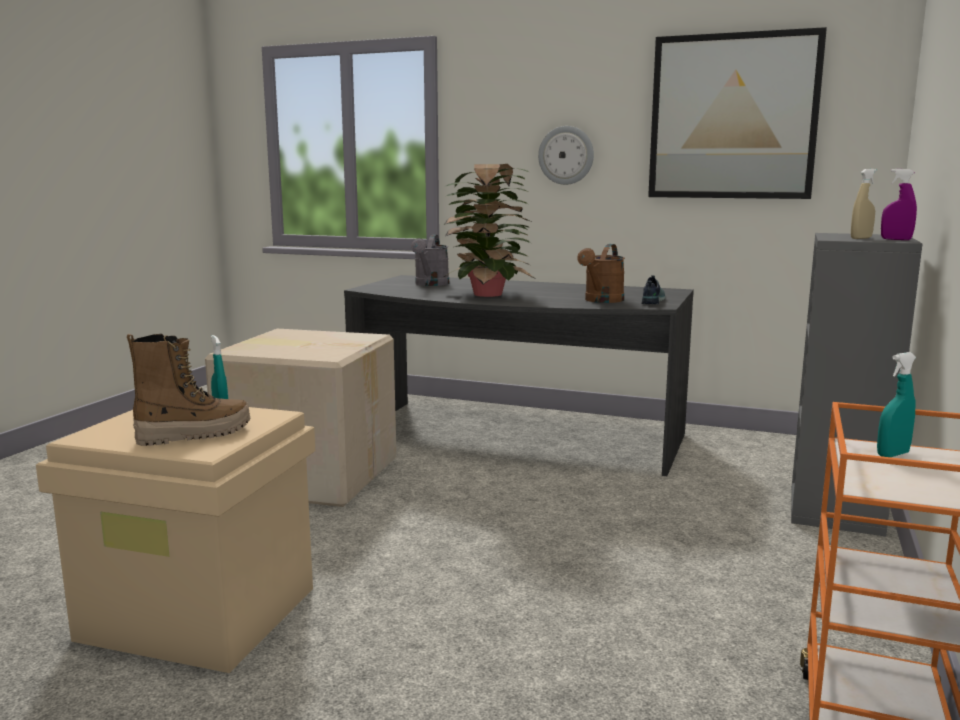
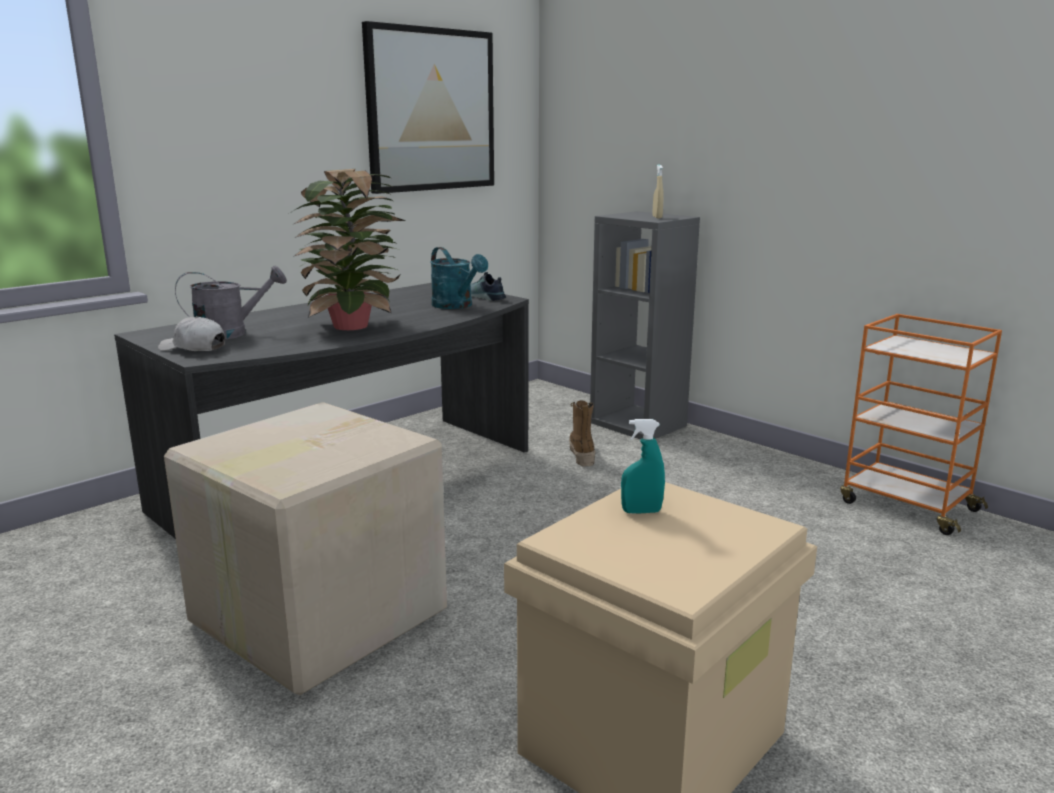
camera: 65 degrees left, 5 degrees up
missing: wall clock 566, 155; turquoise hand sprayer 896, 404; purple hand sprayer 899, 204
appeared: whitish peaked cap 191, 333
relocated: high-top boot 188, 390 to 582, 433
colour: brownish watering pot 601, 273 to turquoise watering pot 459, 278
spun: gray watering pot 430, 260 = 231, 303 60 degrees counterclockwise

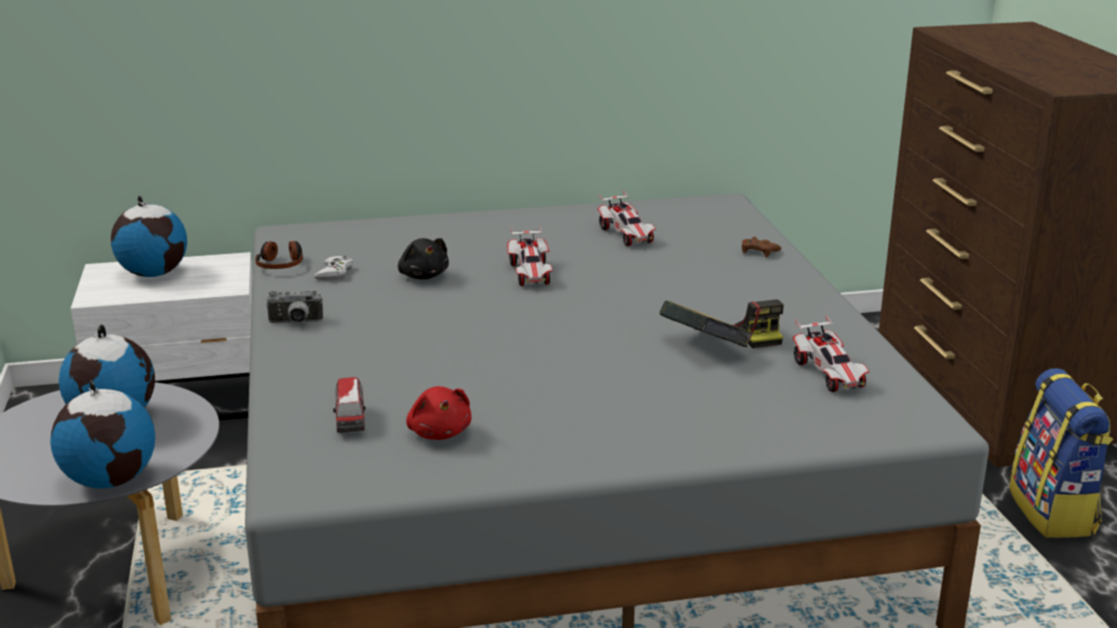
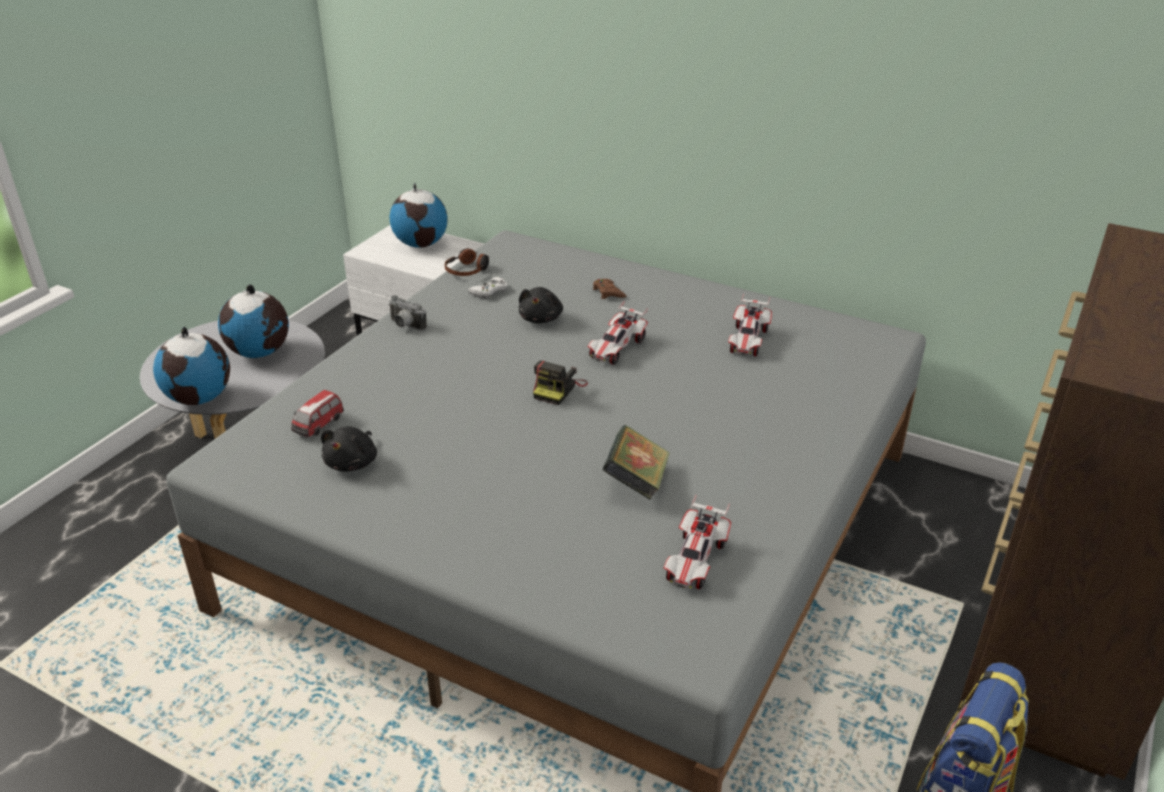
camera: 40 degrees right, 10 degrees up
relocated: still camera 758, 323 to 560, 383; brownish joypad 761, 247 to 609, 289
colour: red-coloured plush toy 438, 413 to black plush toy 349, 449

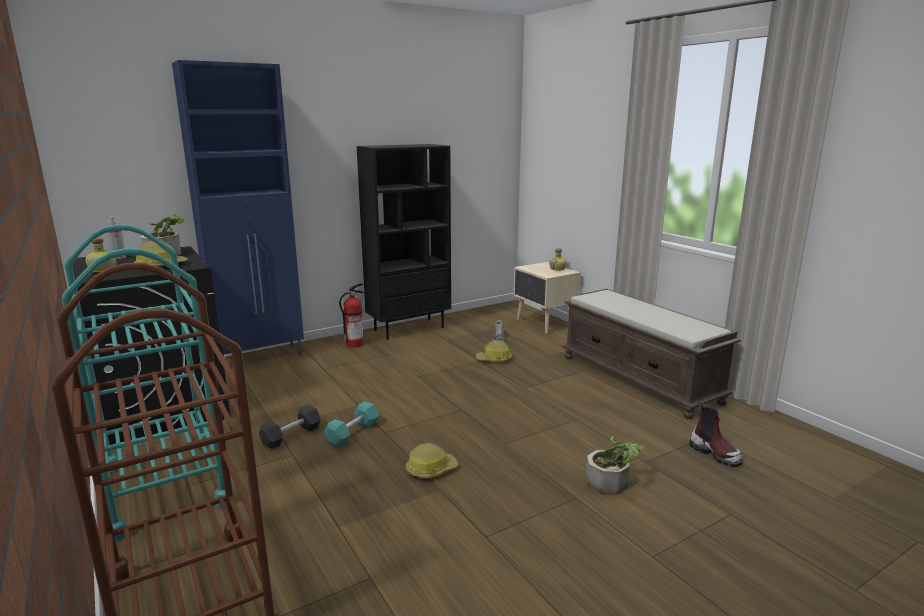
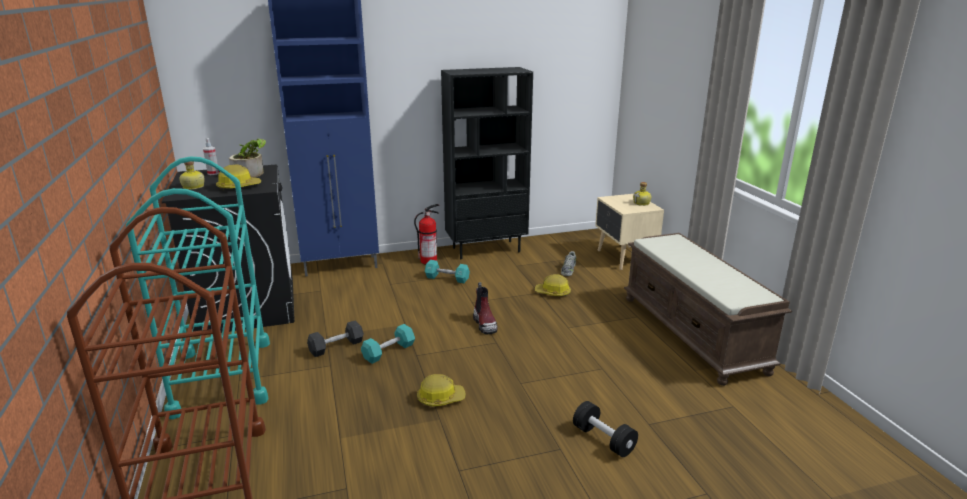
camera: 15 degrees right, 5 degrees up
appeared: turquoise hand weight 447, 271
relocated: high-top boot 716, 434 to 485, 308
exchanged: potted plant 615, 465 to black hand weight 605, 429

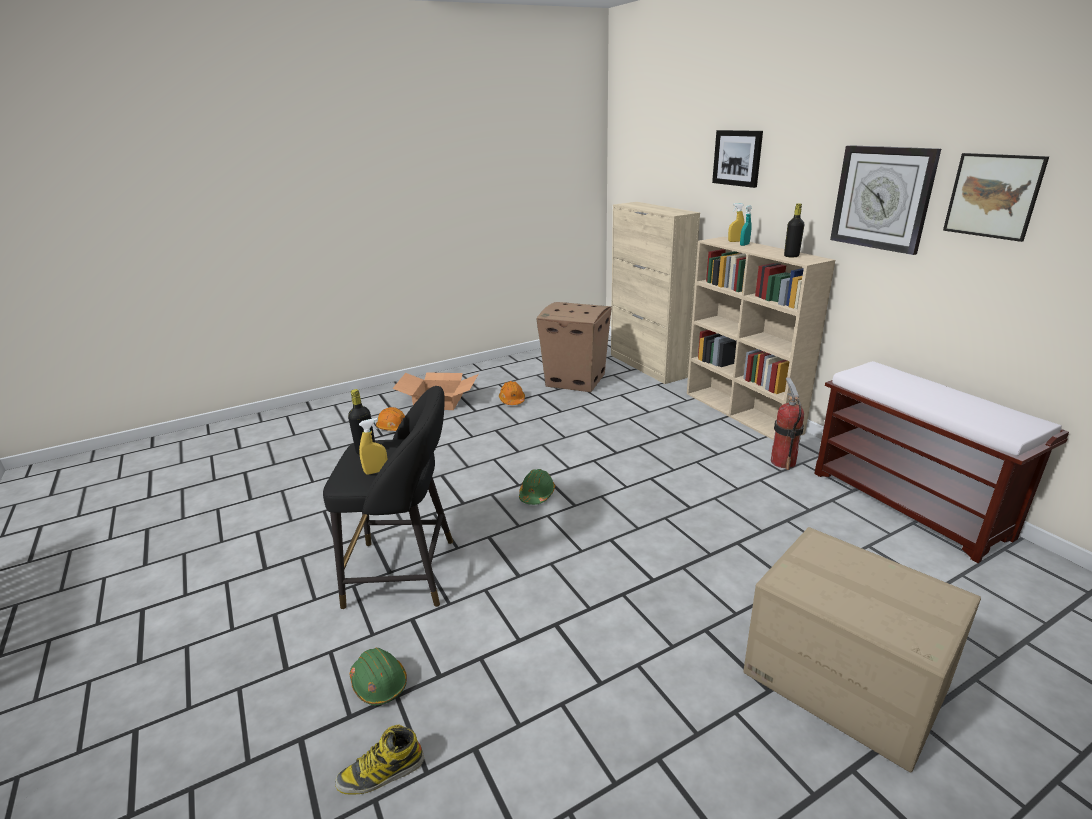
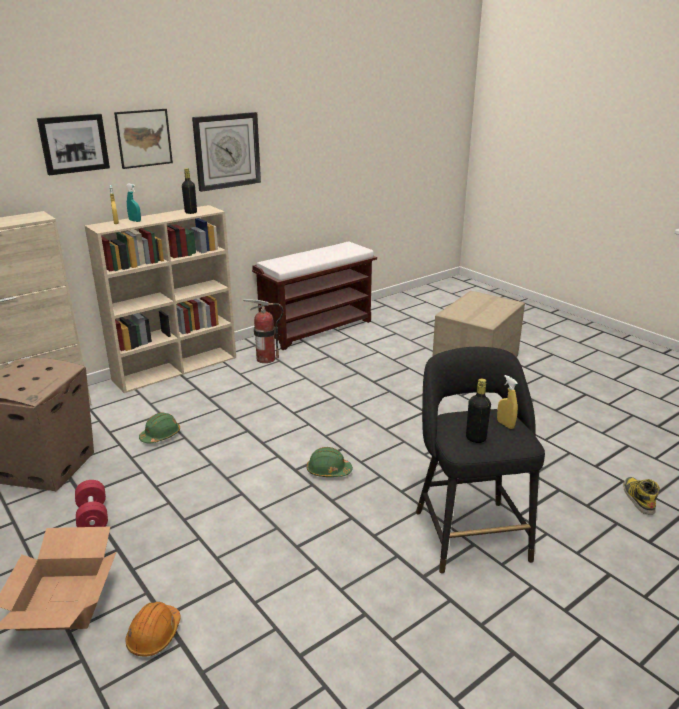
camera: 100 degrees left, 0 degrees up
relocated: green safety helmet 378, 676 to 159, 427; picture 996, 197 to 143, 139
exchanged: orange-coloured safety helmet 512, 393 to red-coloured hand weight 91, 503
spun: high-top boot 379, 759 = 641, 496 150 degrees counterclockwise

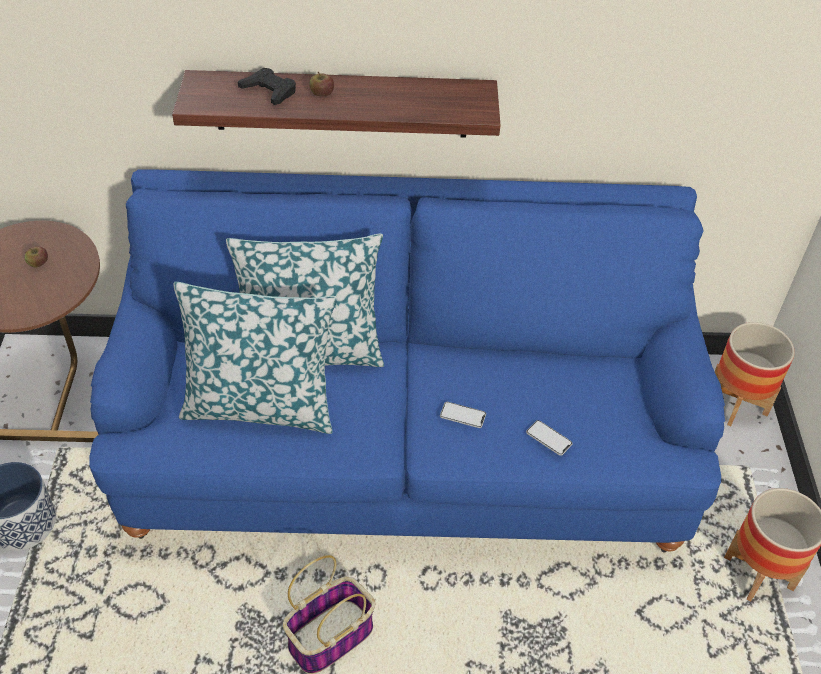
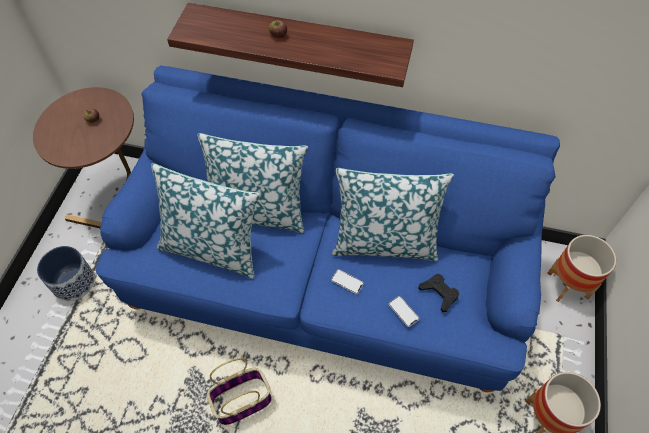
camera: 15 degrees right, 10 degrees up
appeared: throw pillow 393, 214
relocated: black joypad 267, 86 to 438, 293

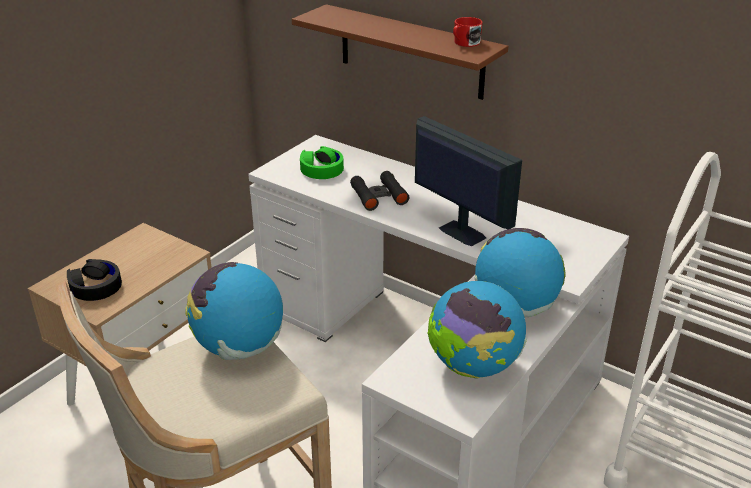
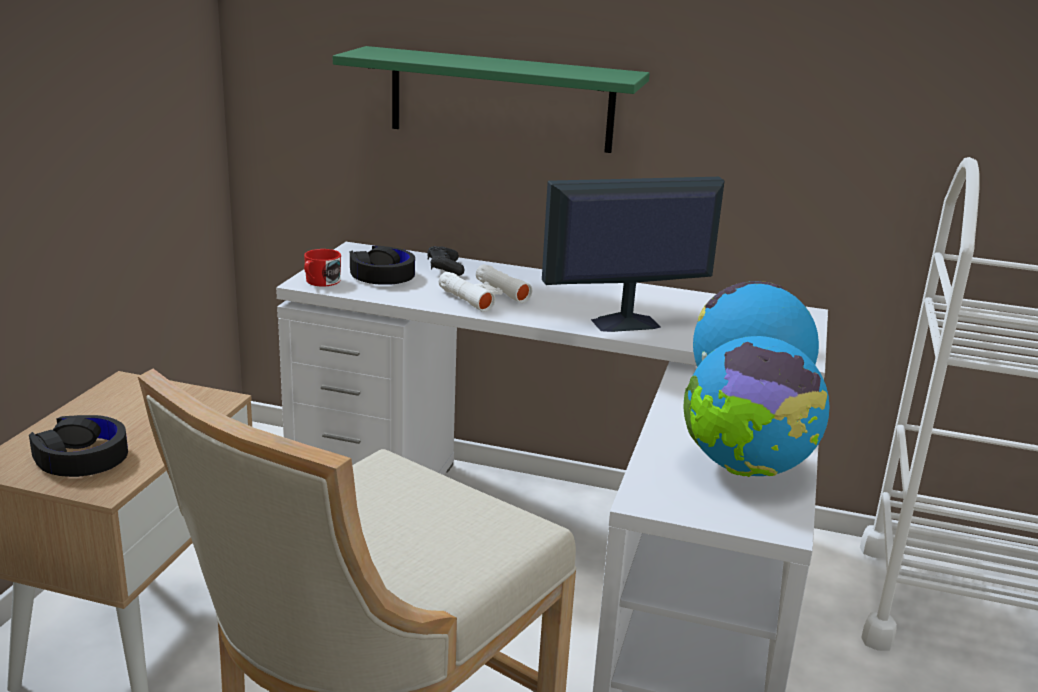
camera: 20 degrees left, 10 degrees down
missing: desk globe 234, 311
appeared: black joypad 446, 261
relocated: red-coloured coffee mug 468, 32 to 322, 267
colour: brownish shelf 400, 52 to green shelf 491, 99; green headphones 322, 162 to black headphones 382, 265; black pair of binoculars 379, 191 to whitish pair of binoculars 485, 288
spun: monitor 468, 181 = 633, 254 45 degrees counterclockwise

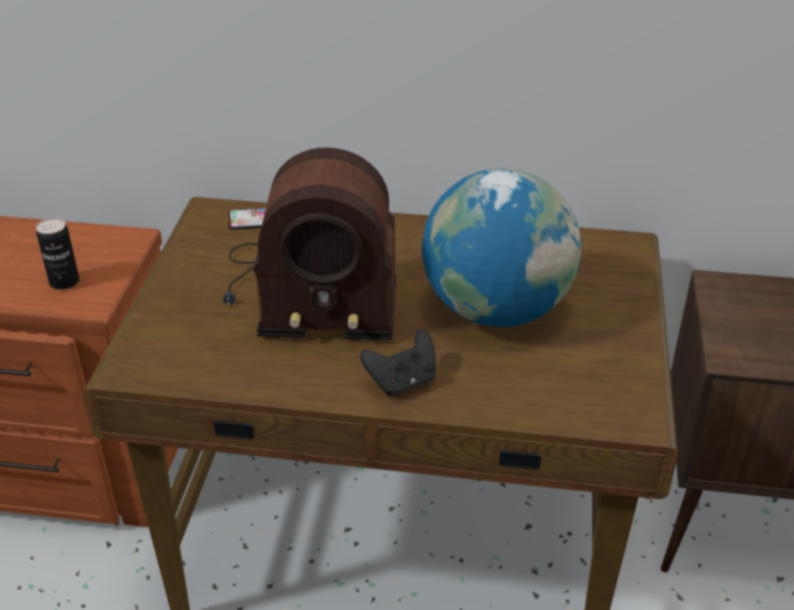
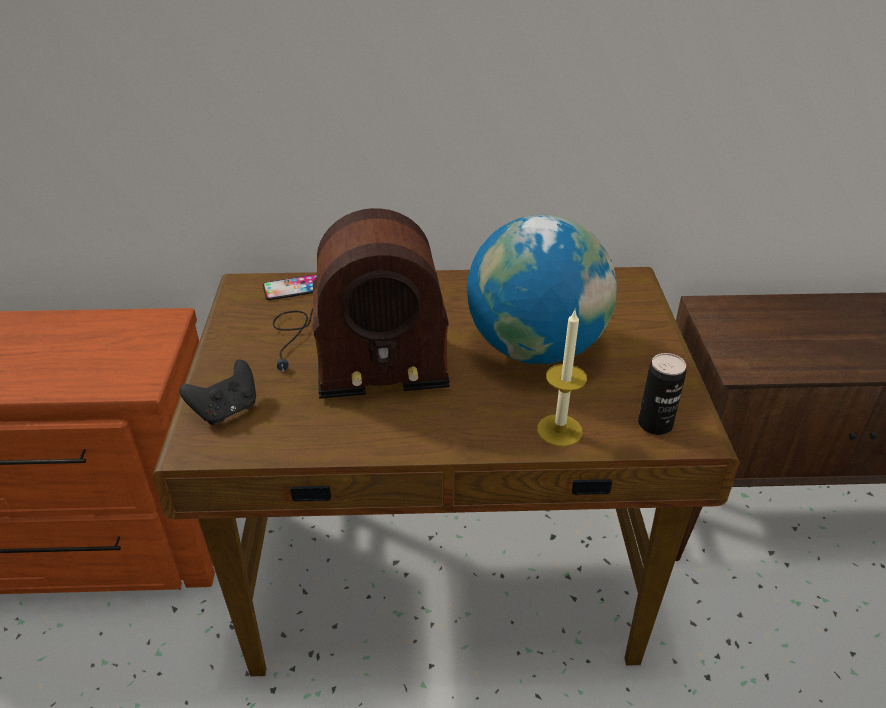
camera: 10 degrees left, 0 degrees up
appeared: wax candle 562, 378
relocated: metal can 57, 254 to 662, 394; black joypad 398, 362 to 217, 392

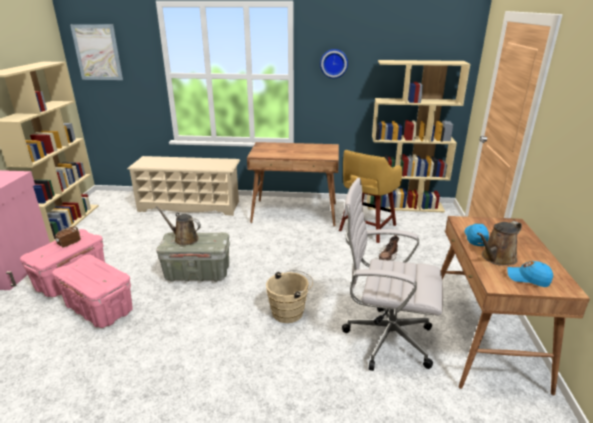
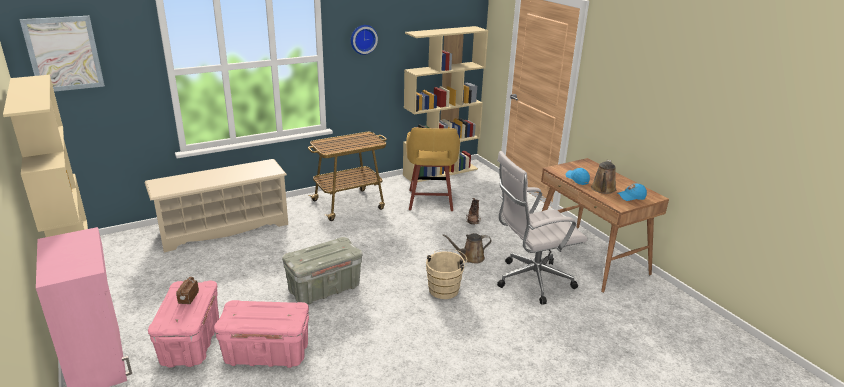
camera: 35 degrees left, 0 degrees up
relocated: brownish watering pot 178, 225 to 467, 248
exchanged: brownish desk unit 293, 184 to trolley 347, 176

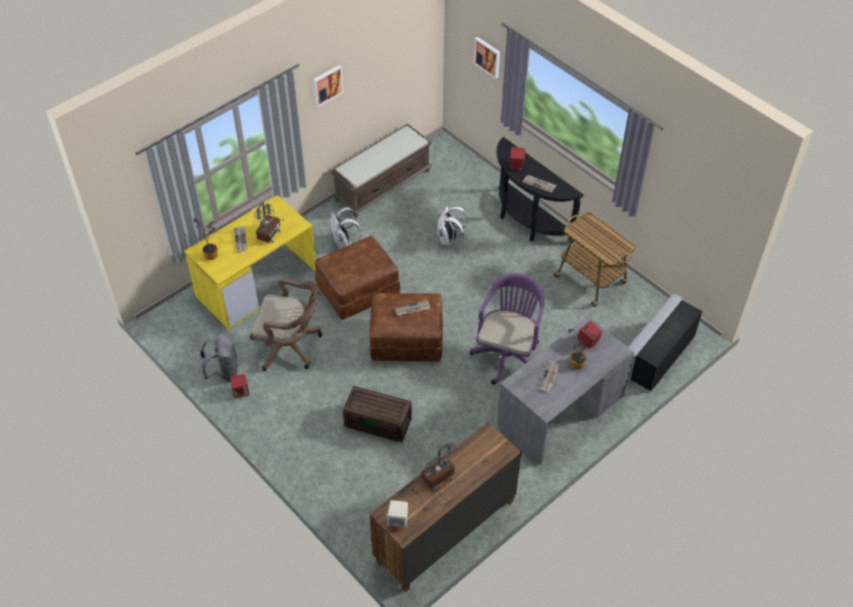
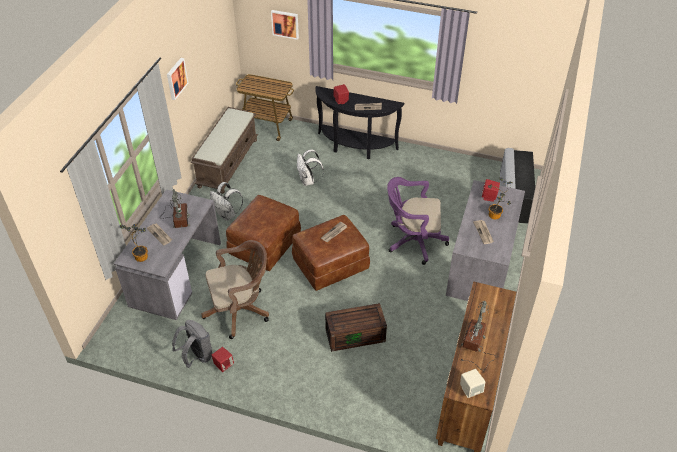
camera: 30 degrees left, 5 degrees down
relocated: trolley 594, 259 to 265, 107
colour: yellow desk unit 250, 262 to gray desk unit 167, 254
spun: purple office chair 507, 328 = 418, 221 75 degrees counterclockwise

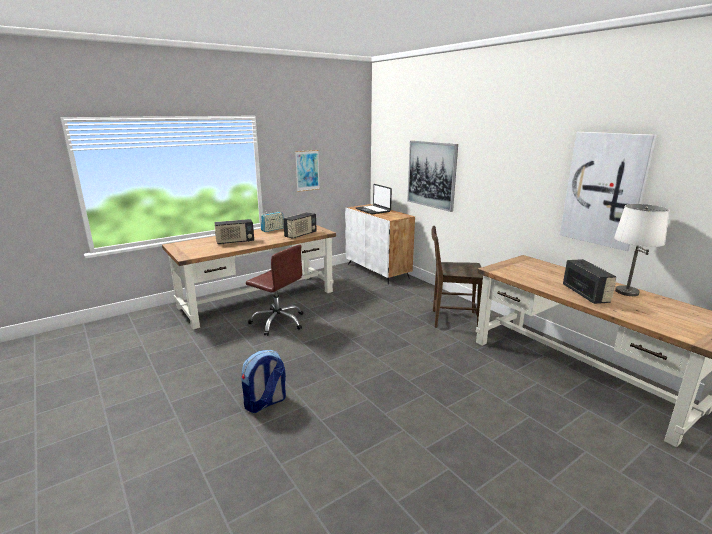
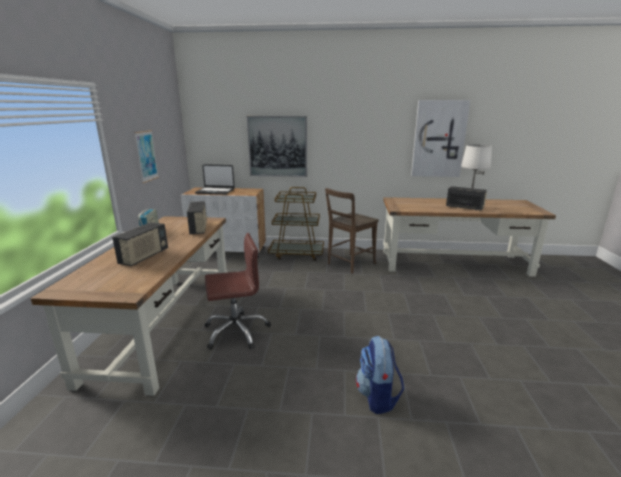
camera: 50 degrees left, 0 degrees up
appeared: brownish trolley 296, 224

